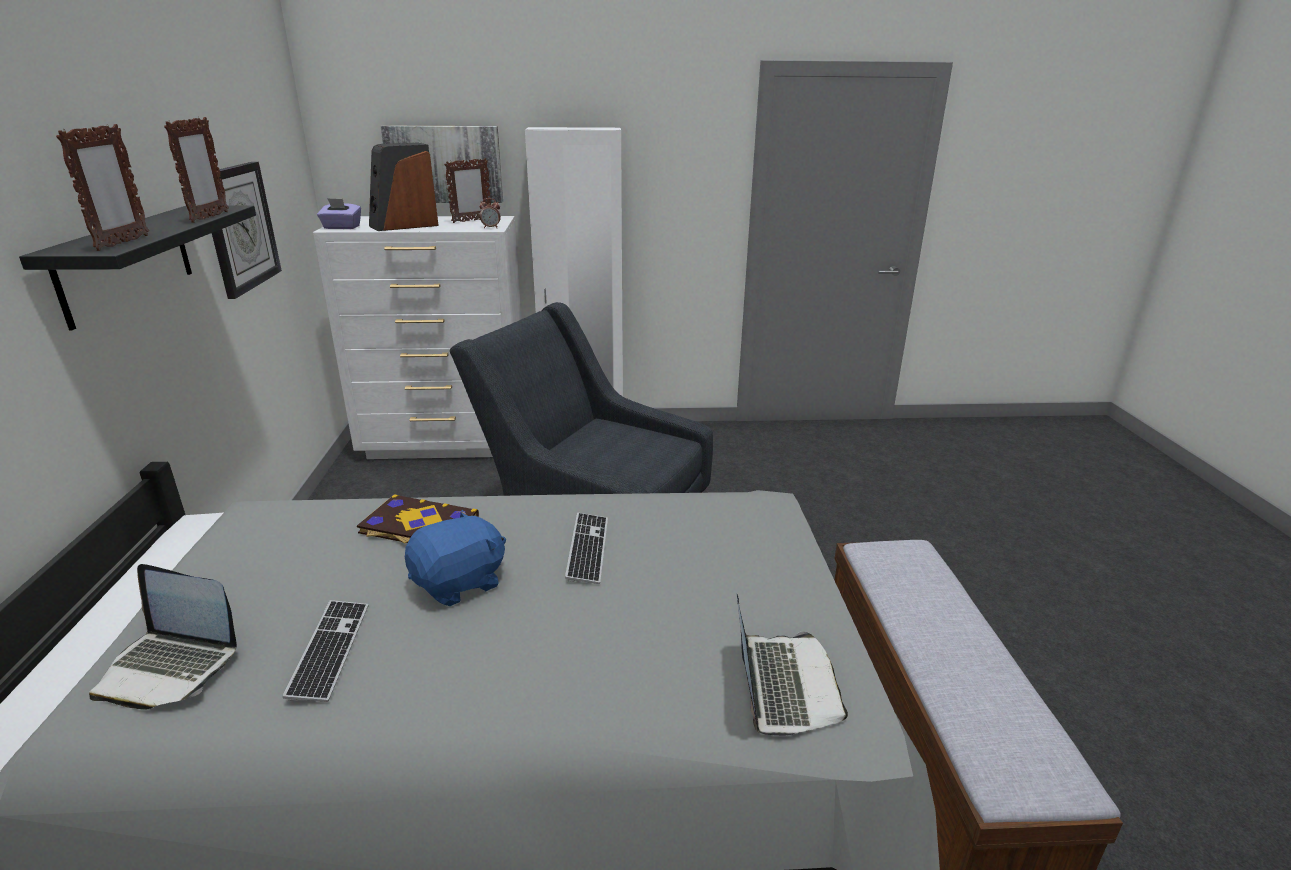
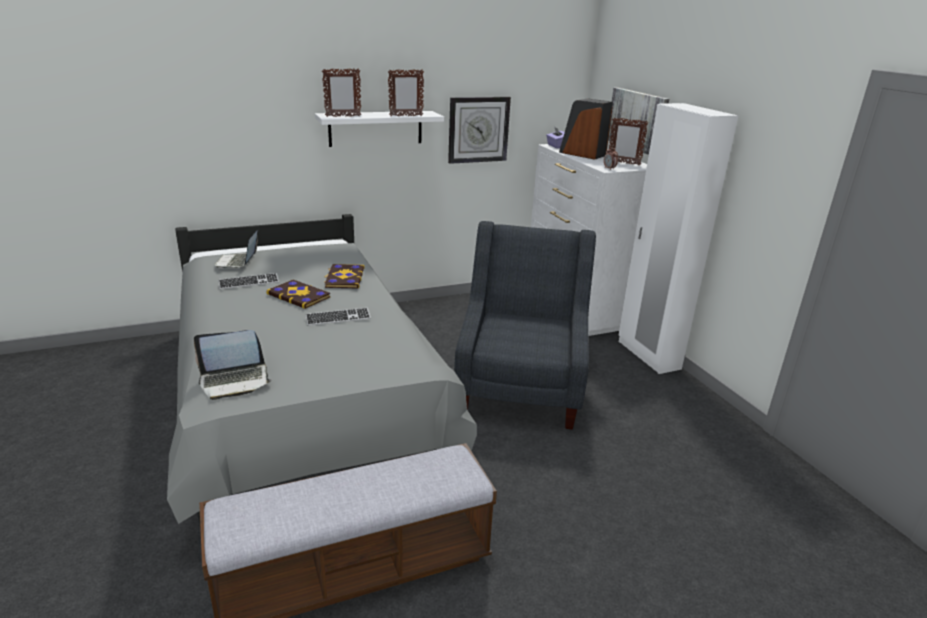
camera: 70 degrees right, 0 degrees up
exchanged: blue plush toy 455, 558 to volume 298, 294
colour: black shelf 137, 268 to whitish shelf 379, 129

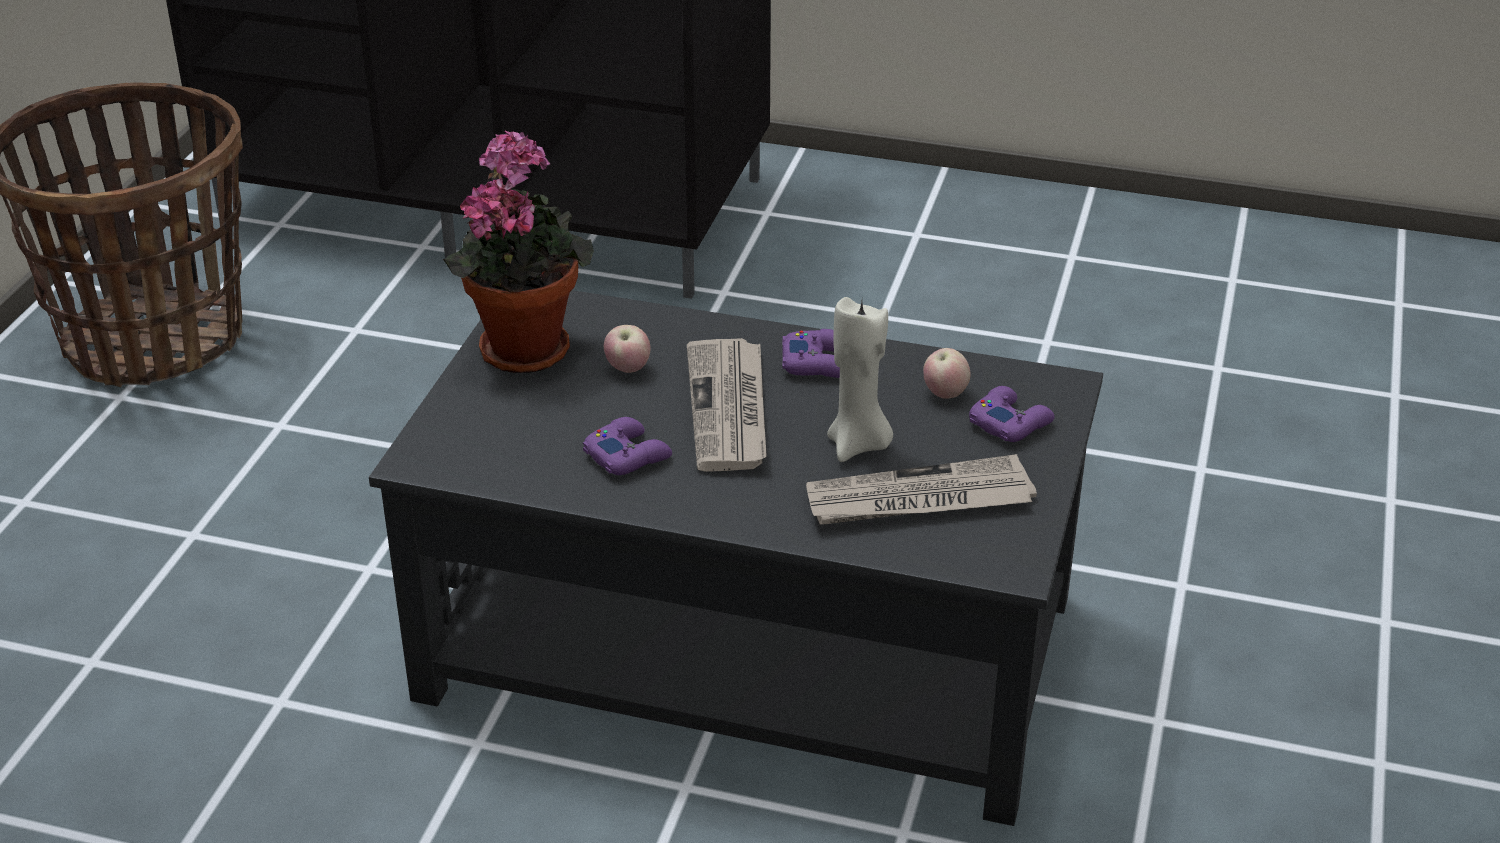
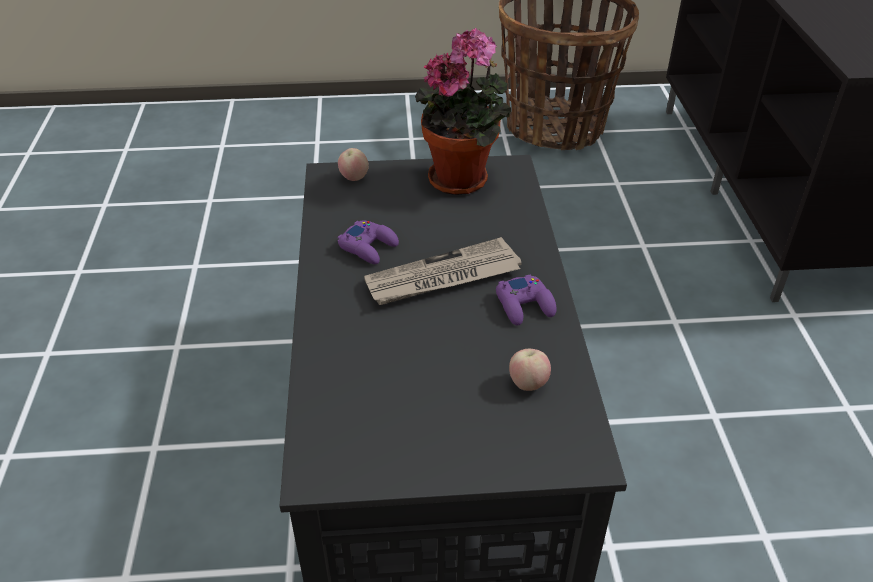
camera: 70 degrees right, 5 degrees up
missing: daily paper 921, 489; sand-coloured wax candle 860, 379; purple joypad 1012, 414
relocated: apple 627, 349 to 353, 164

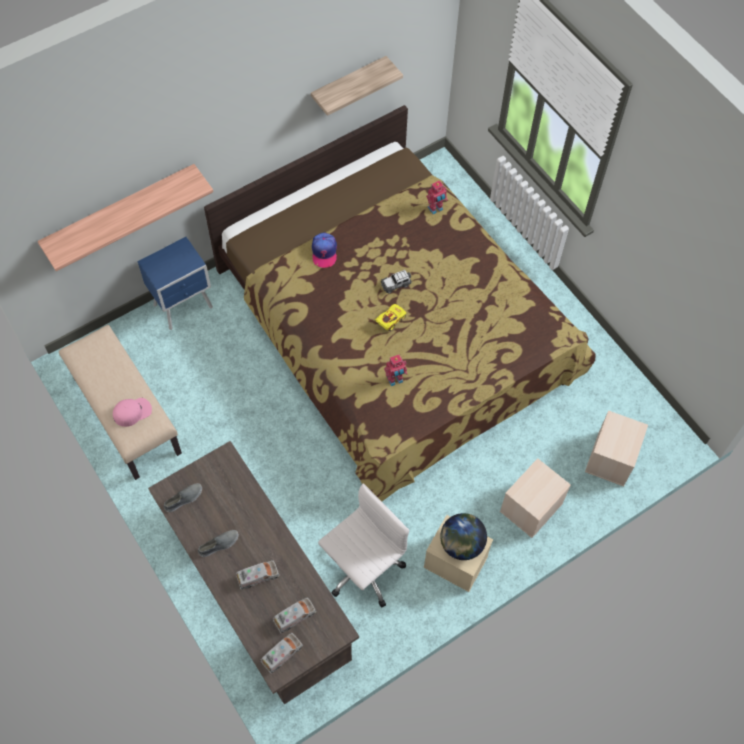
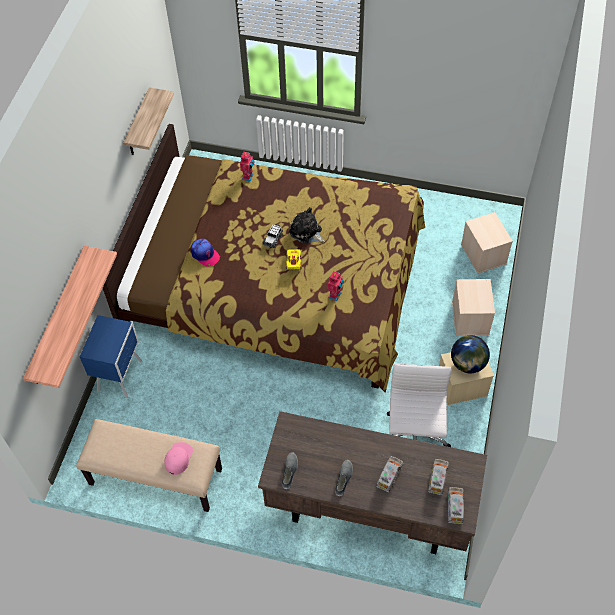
camera: 40 degrees left, 5 degrees down
appeared: plush toy 307, 225

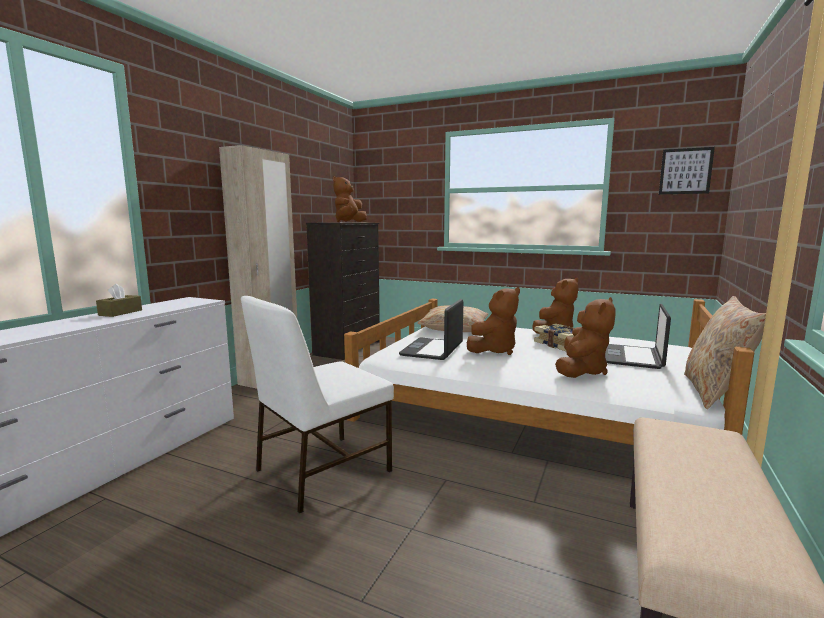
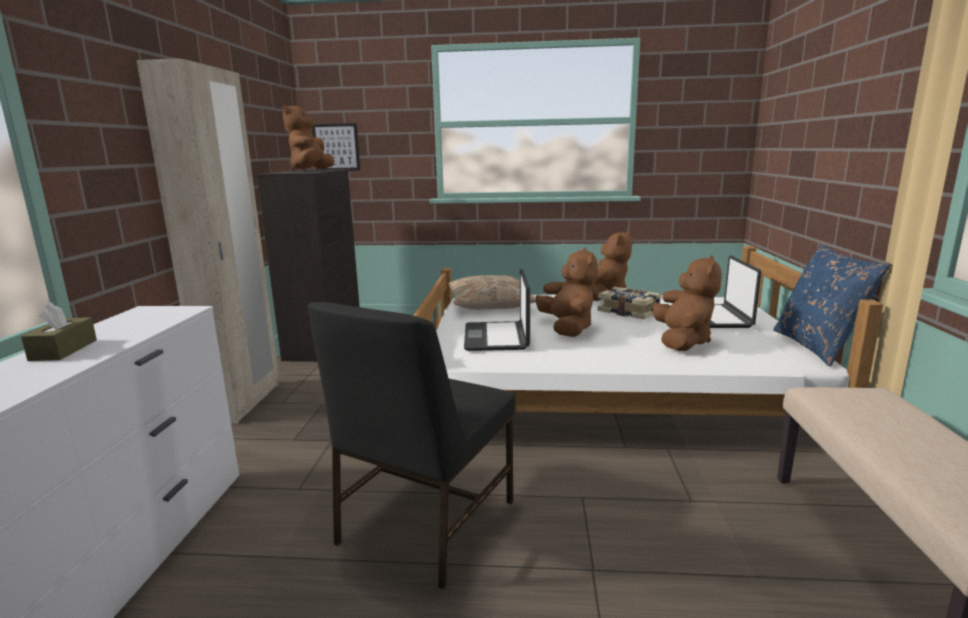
camera: 20 degrees left, 5 degrees up
relocated: picture 687, 170 to 336, 147
colour: whitish upright chair 317, 405 to black upright chair 411, 445; sand-coloured throw pillow 725, 352 to blue throw pillow 832, 305
spun: brownish plush toy 493, 321 = 567, 292 45 degrees counterclockwise

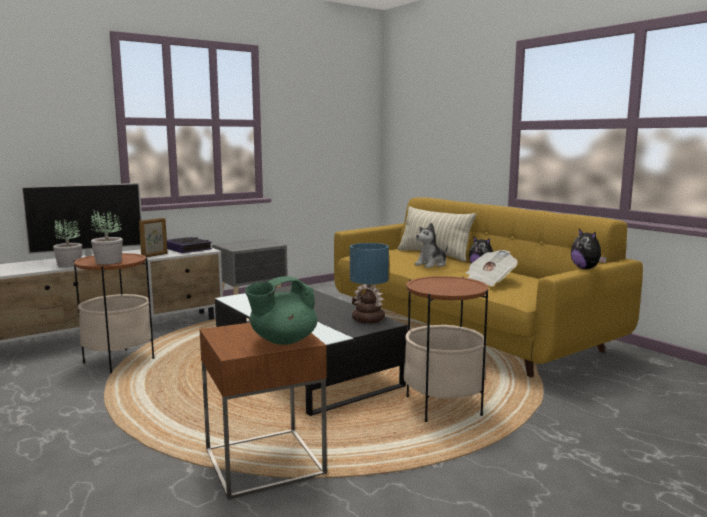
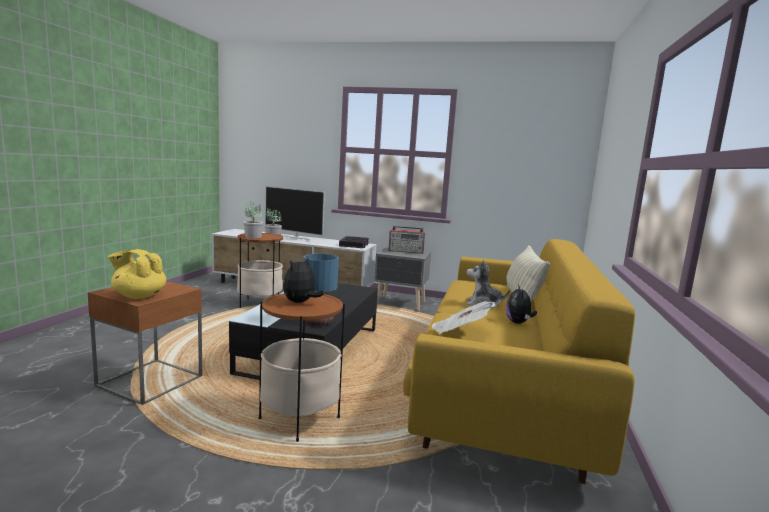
camera: 50 degrees right, 0 degrees up
missing: standing frame 153, 237
appeared: radio set 406, 240
relocated: plush toy 589, 249 to 303, 280
colour: green pot for tea 281, 310 to yellow pot for tea 137, 274

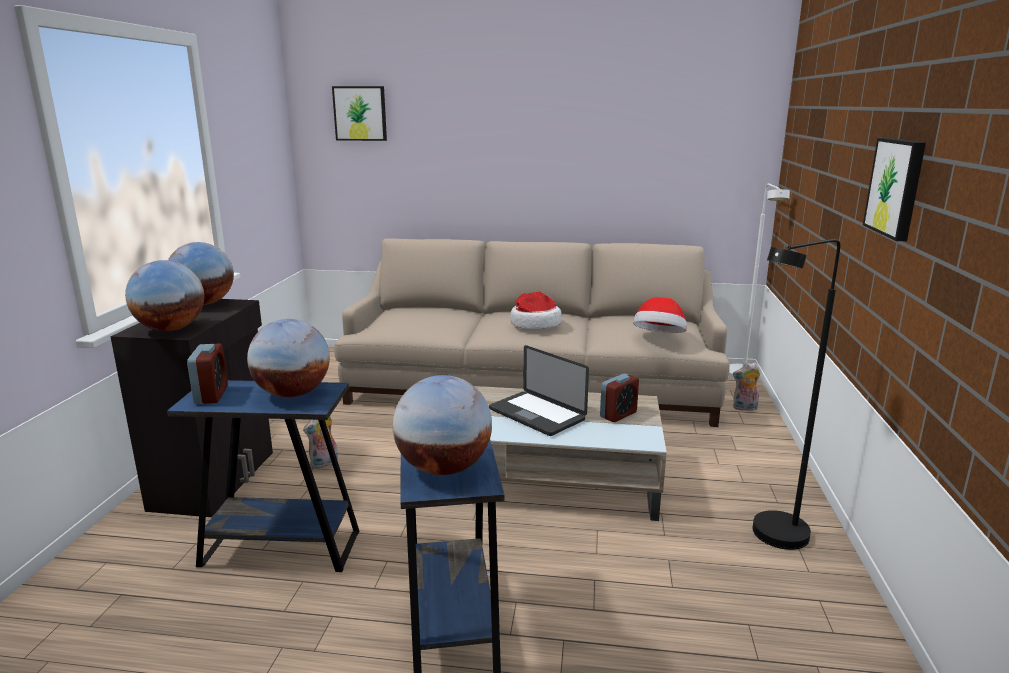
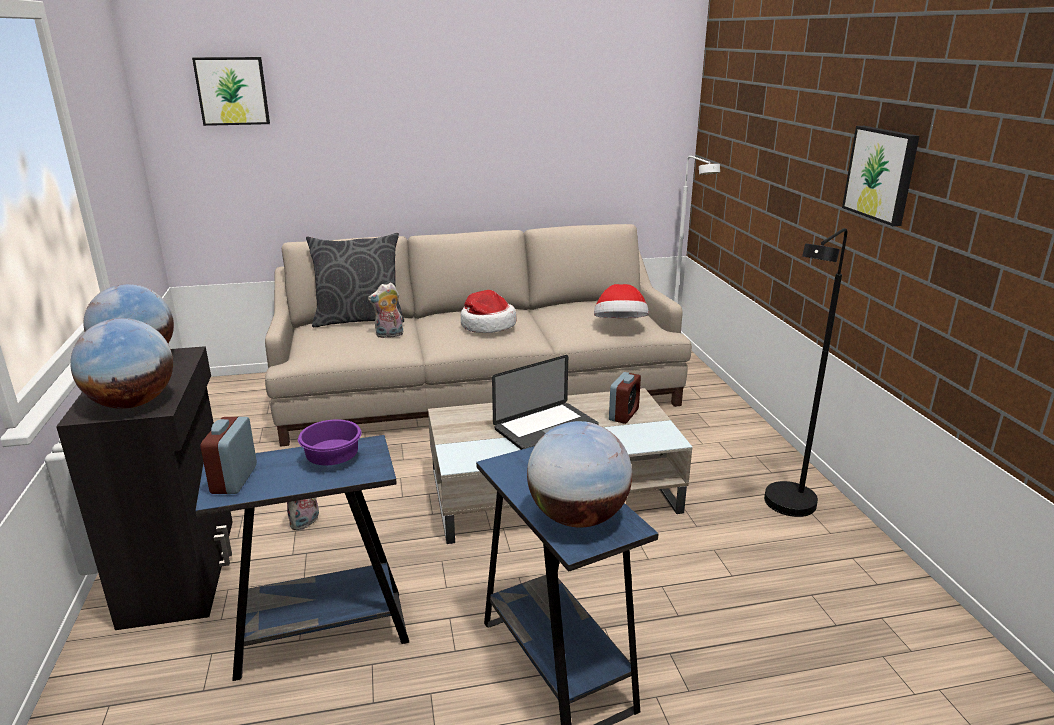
camera: 20 degrees left, 5 degrees up
appeared: gray throw pillow 355, 280
relocated: plush toy 746, 386 to 385, 310
exchanged: desk globe 288, 358 to purple serving bowl 330, 442
spun: bedside clock 207, 373 = 229, 455 150 degrees counterclockwise; laptop 539, 390 = 545, 402 60 degrees counterclockwise

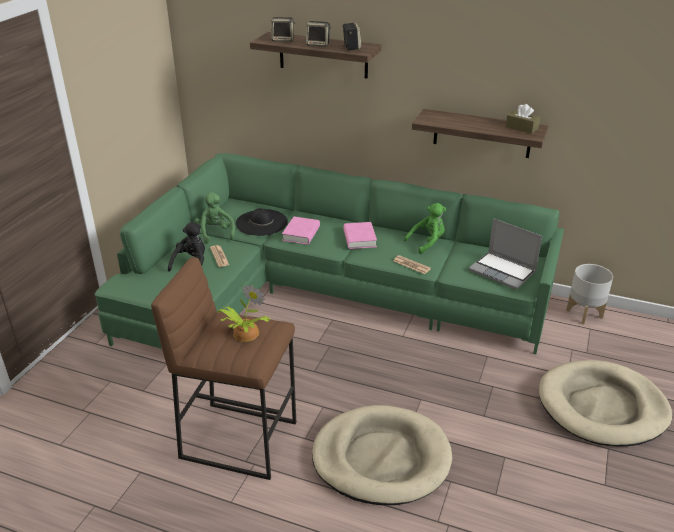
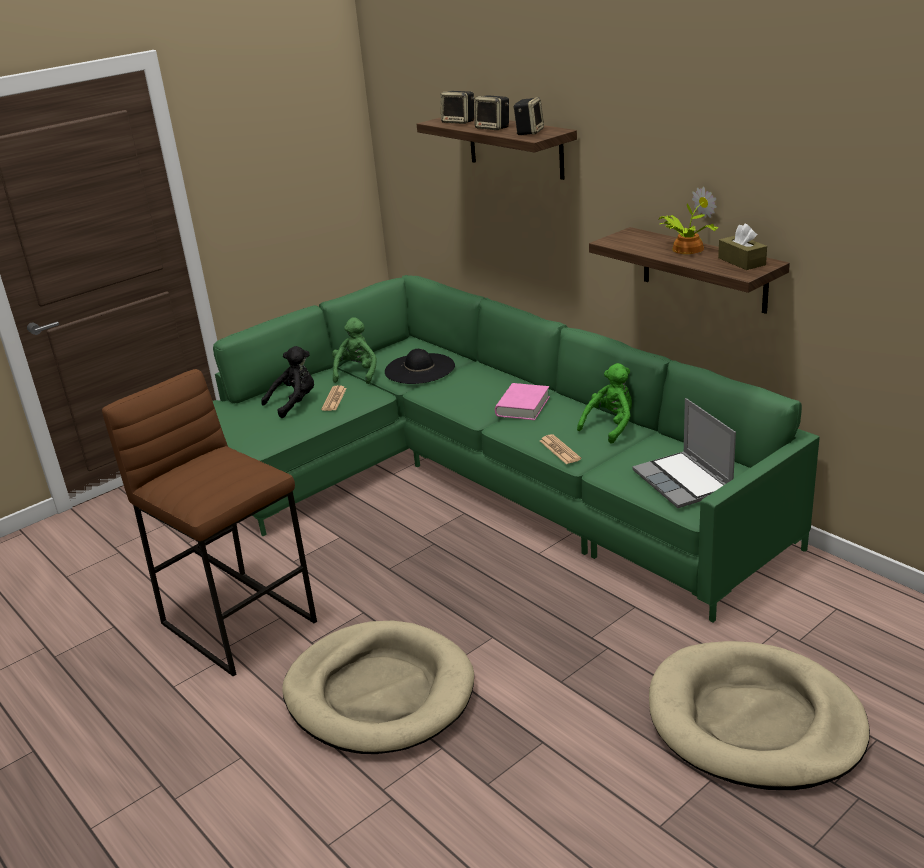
camera: 30 degrees right, 5 degrees down
missing: pink-coloured volume 301, 231; gray planter 589, 294
relocated: potted plant 244, 313 to 688, 220
spun: green plush toy 425, 228 = 604, 403 45 degrees counterclockwise

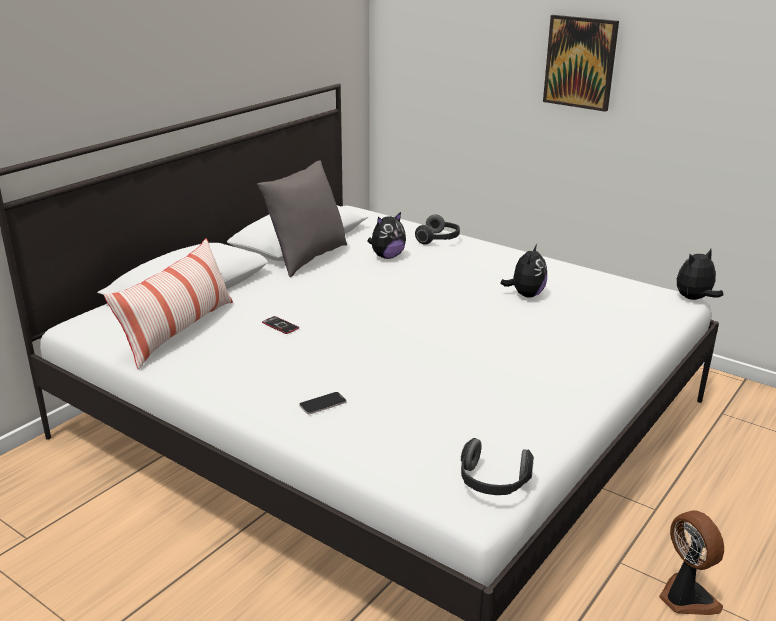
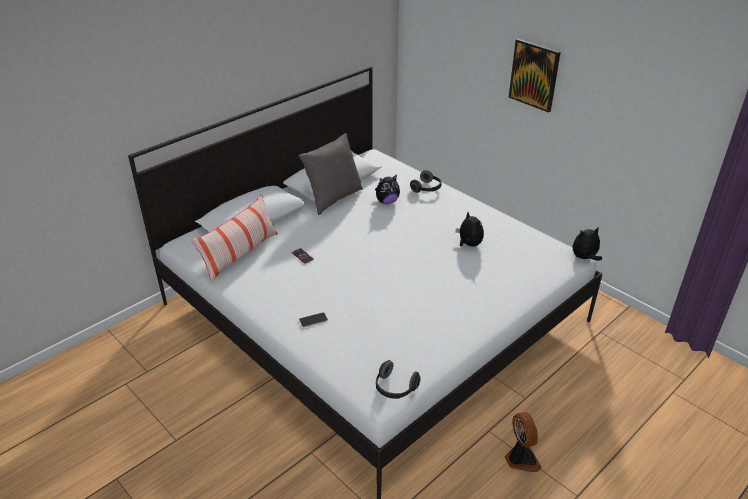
camera: 10 degrees right, 10 degrees up
spun: plush toy 523, 271 = 470, 229 60 degrees counterclockwise

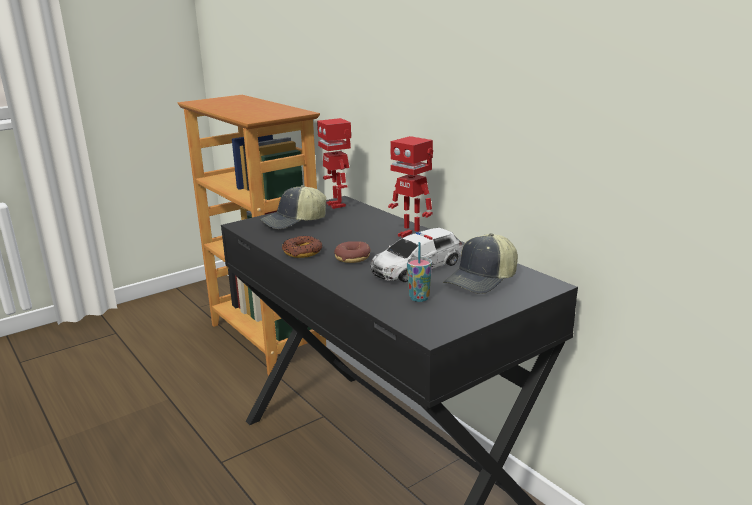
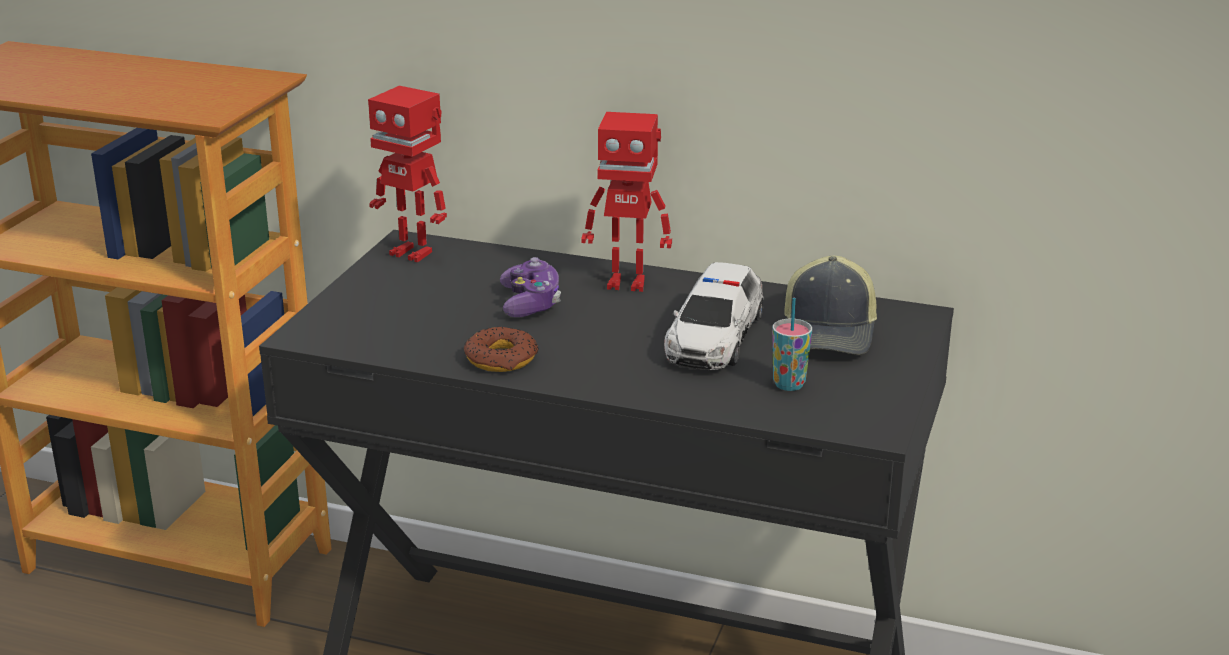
camera: 35 degrees left, 5 degrees up
missing: peaked cap 293, 207; ring doughnut 352, 252
appeared: joypad 530, 287

